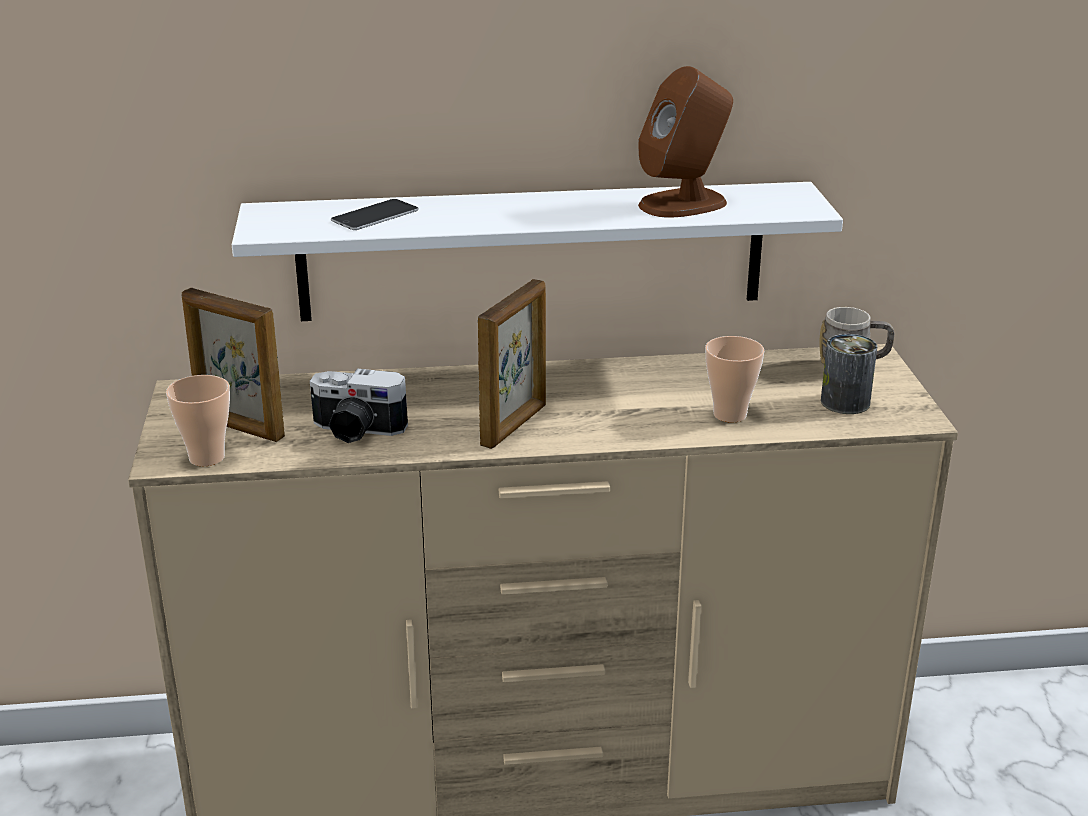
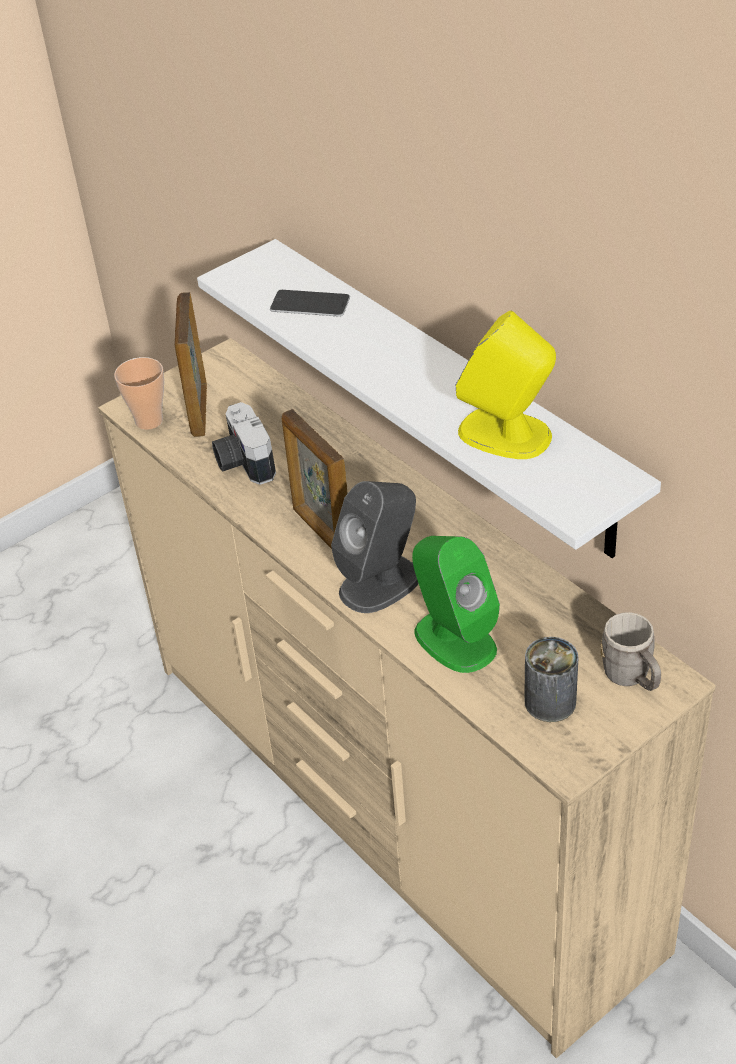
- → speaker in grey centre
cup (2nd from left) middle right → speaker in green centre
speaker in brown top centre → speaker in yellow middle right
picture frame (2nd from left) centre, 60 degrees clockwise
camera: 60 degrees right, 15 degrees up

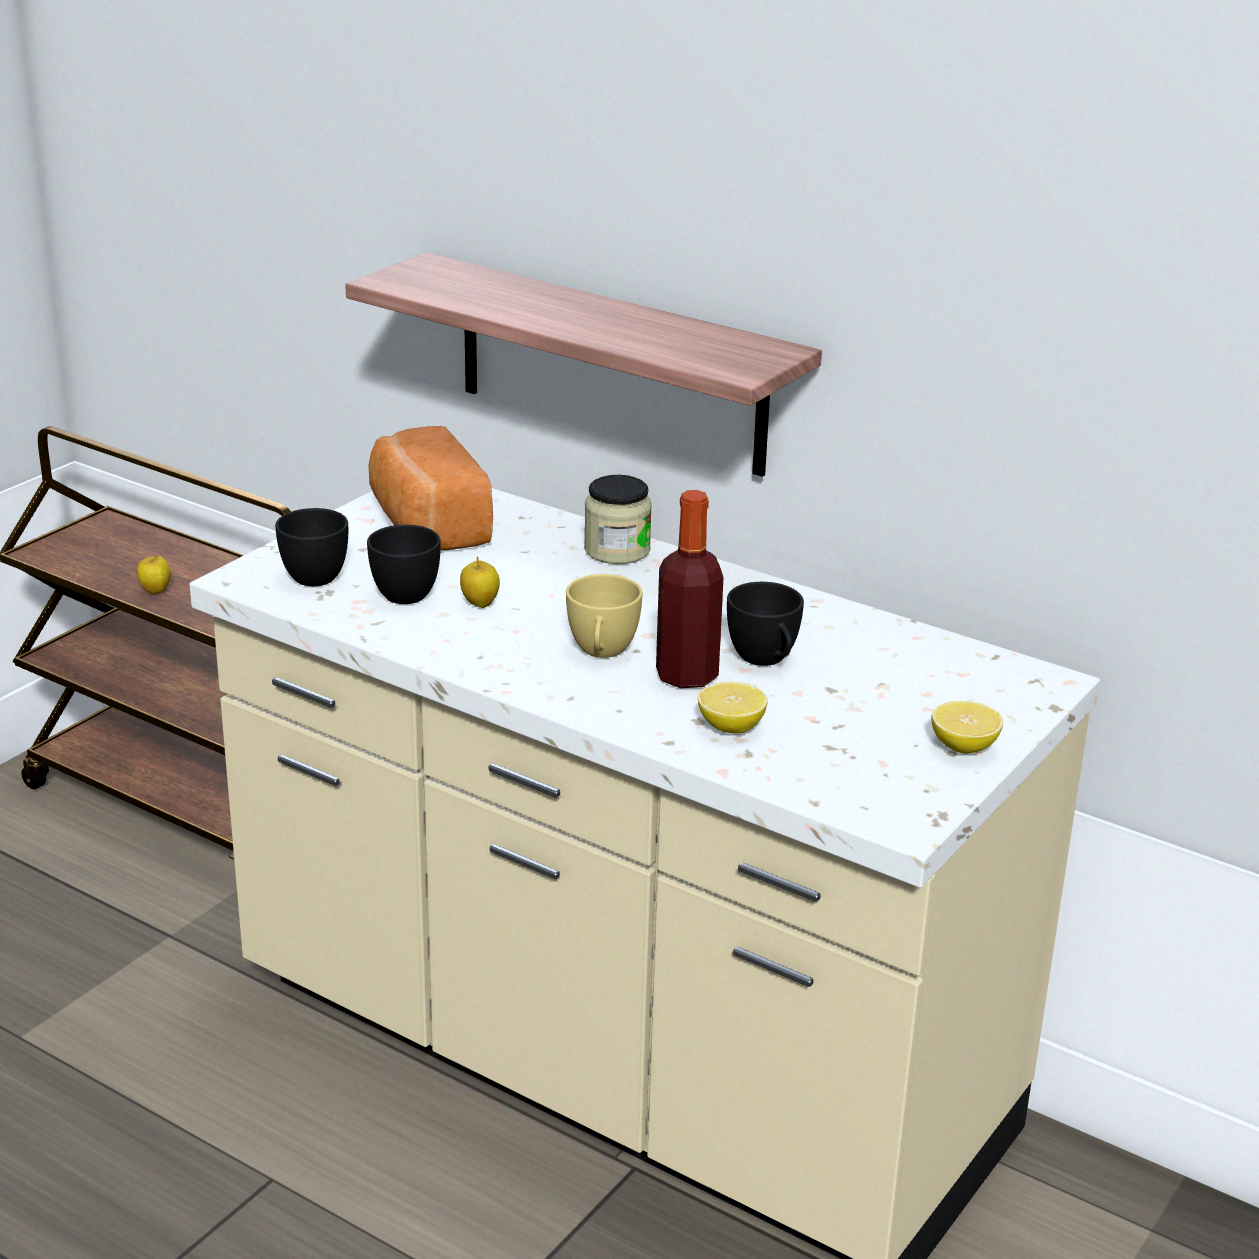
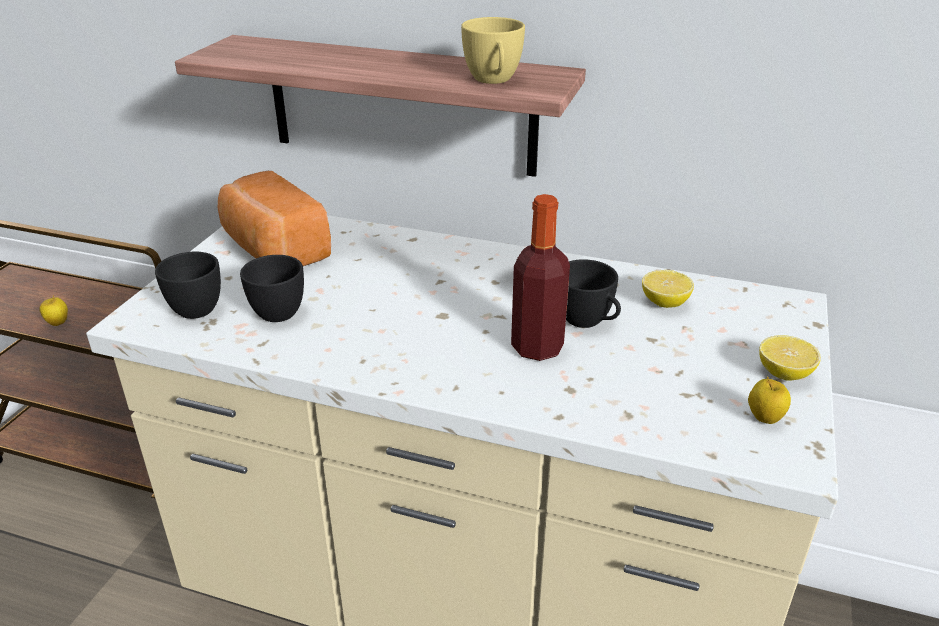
jar centre → -
apple (2nd from left) centre → apple (2nd from left) middle right, move
cup in yellow centre → cup in yellow top centre, move
lemon (1st from left) centre → lemon (1st from left) middle right, move
camera: 15 degrees left, 5 degrees up

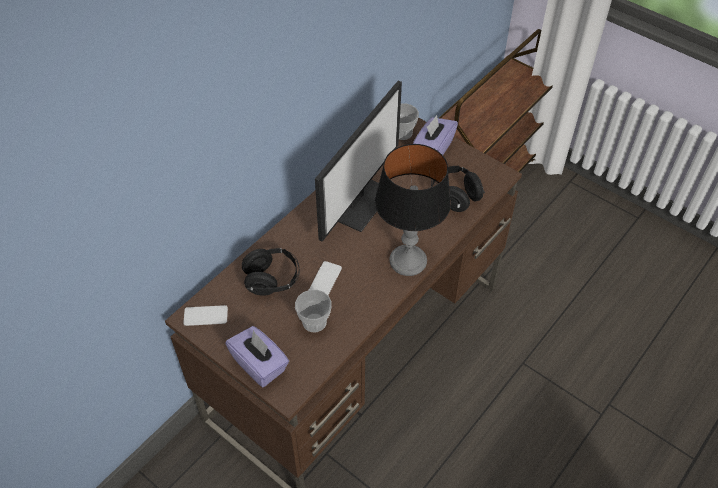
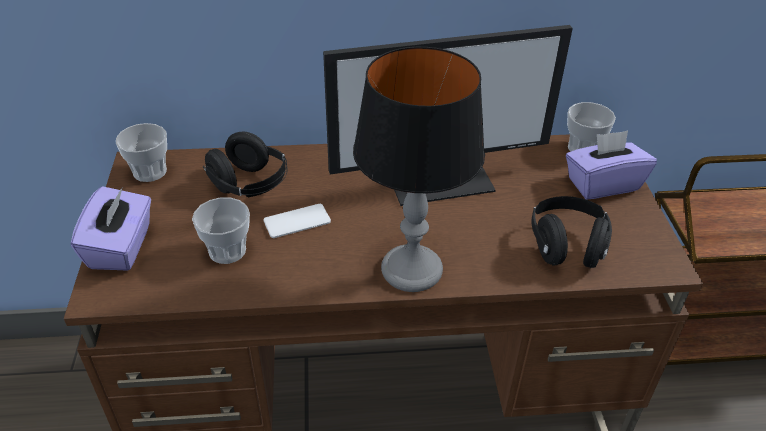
phone (1st from left) middle left → cup (1st from left) middle left
camera: 45 degrees right, 10 degrees down

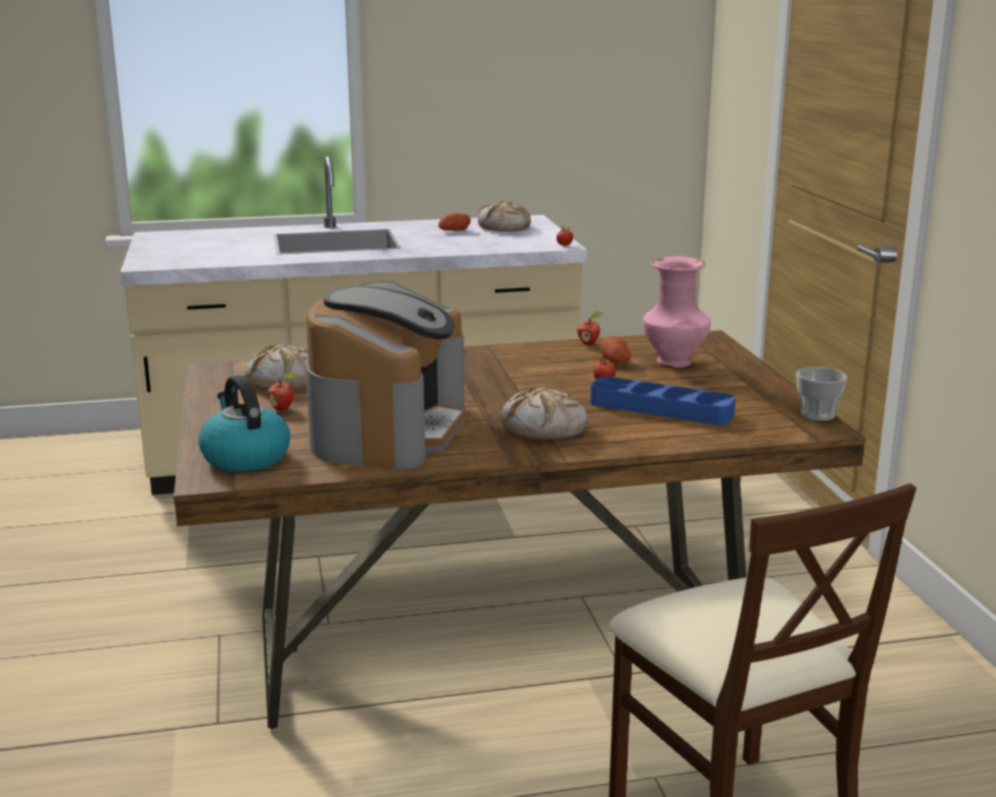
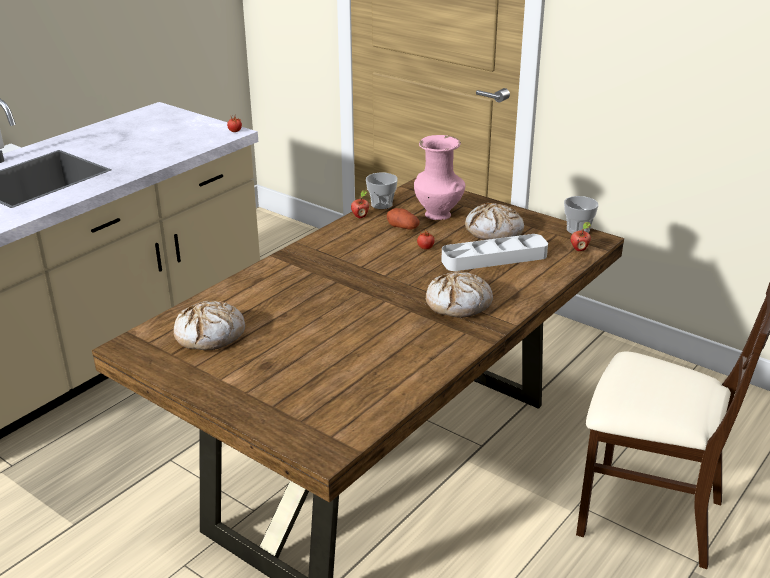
kettle middle left → -
coffee machine centre → -
potato (1st from left) top centre → -
- → cup (1st from left) top centre
apple (1st from left in the first image) middle left → apple (2nd from left) middle right, move
bread (2nd from left in the first image) top centre → bread (3rd from left) centre, move
tray in blue centre → tray in grey centre
camera: 40 degrees left, 10 degrees up

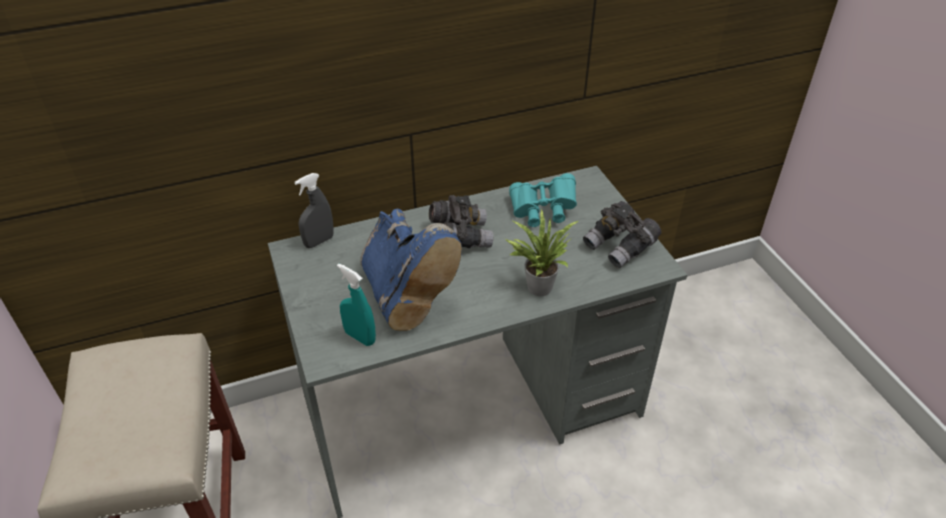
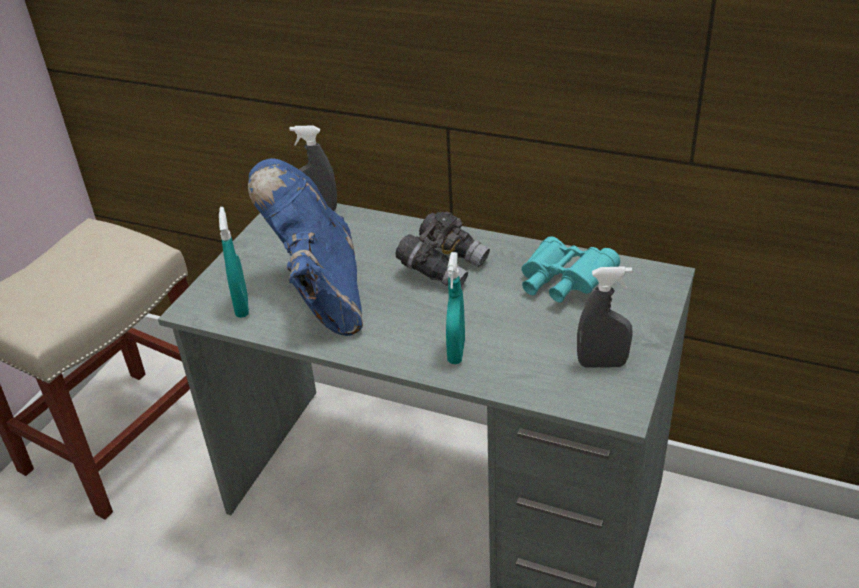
potted plant centre → spray bottle in turquoise (2nd from left) centre
binoculars in grey (2nd from left) centre → spray bottle in grey (2nd from left) middle right
boot in blue centre, 150 degrees clockwise
camera: 45 degrees right, 5 degrees down

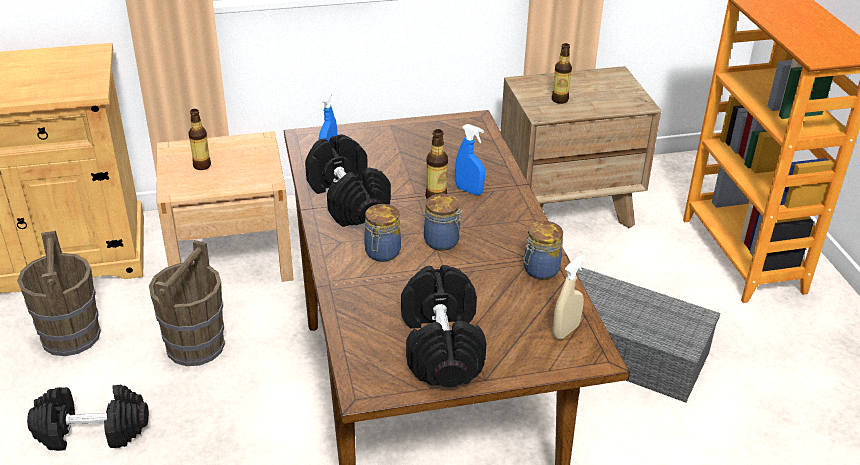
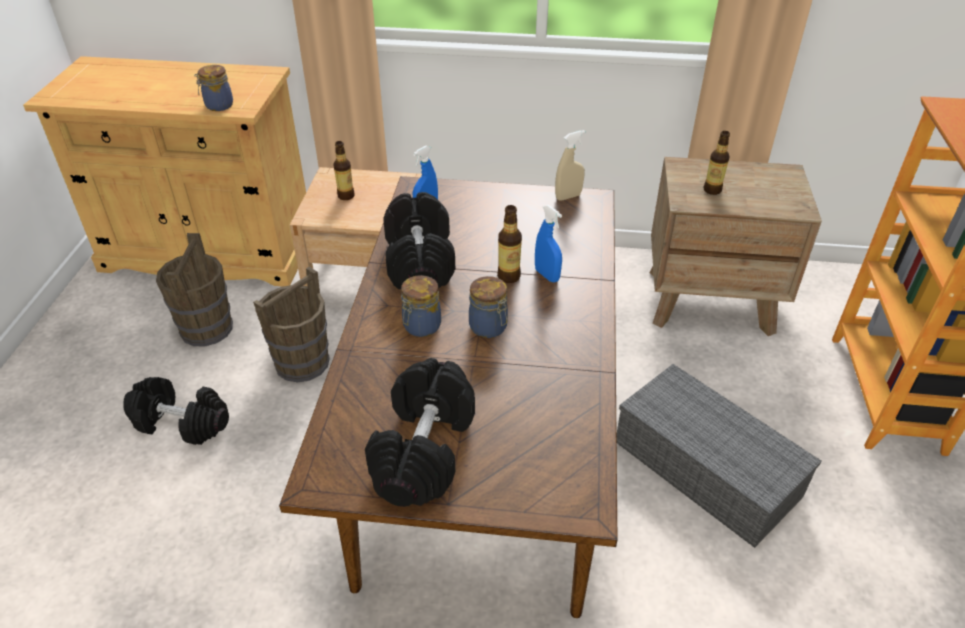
jar (3rd from left in the first image) centre → jar (1st from left) top left, move
spray bottle in beige centre → spray bottle in beige top centre, move
camera: 20 degrees right, 5 degrees up

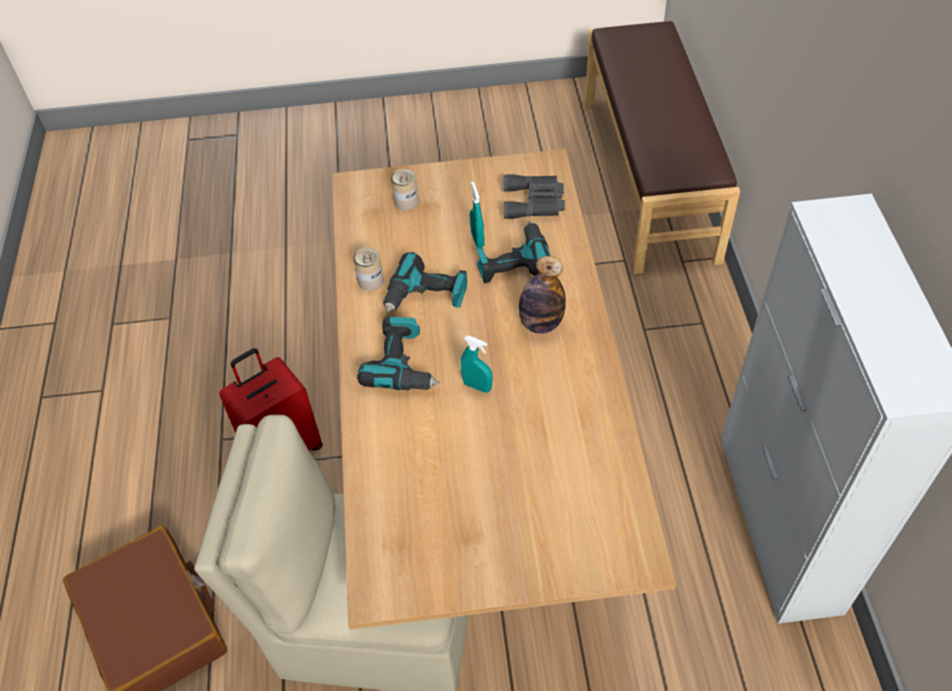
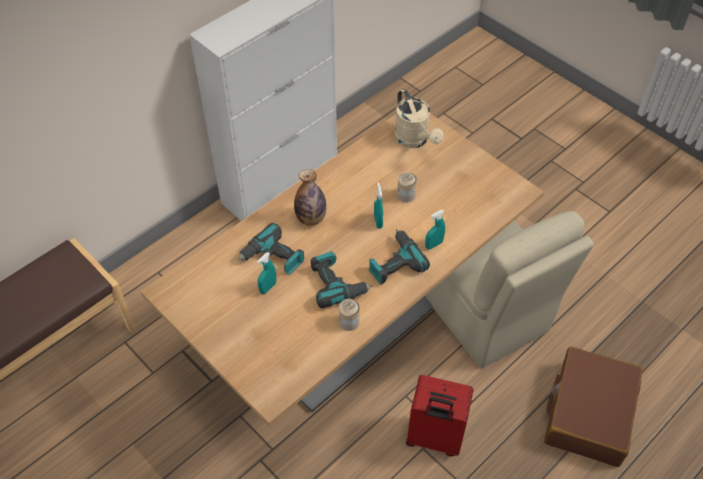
binoculars in grey top centre → -
- → watering can in beige top centre
- → spray bottle in turquoise (3rd from left) centre
can (2nd from left) top centre → can (2nd from left) centre, move
camera: 130 degrees left, 0 degrees up

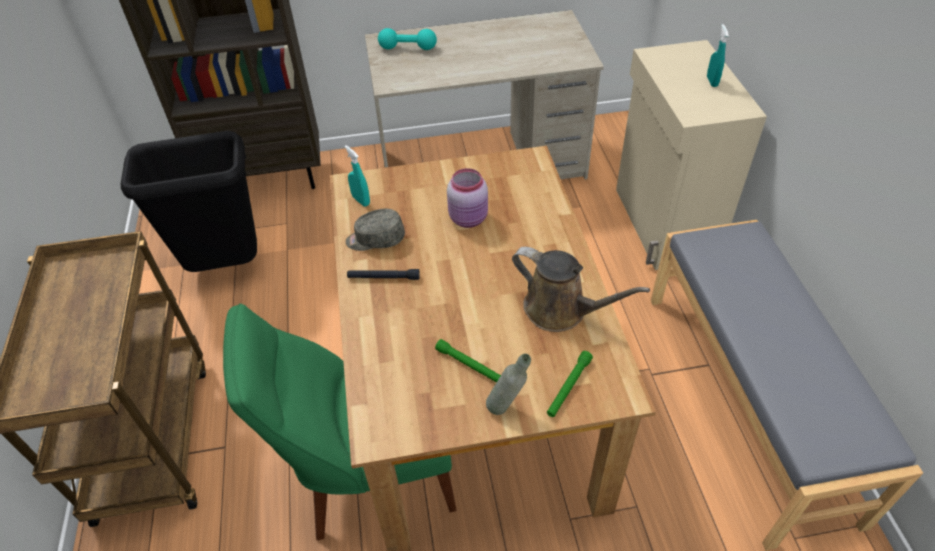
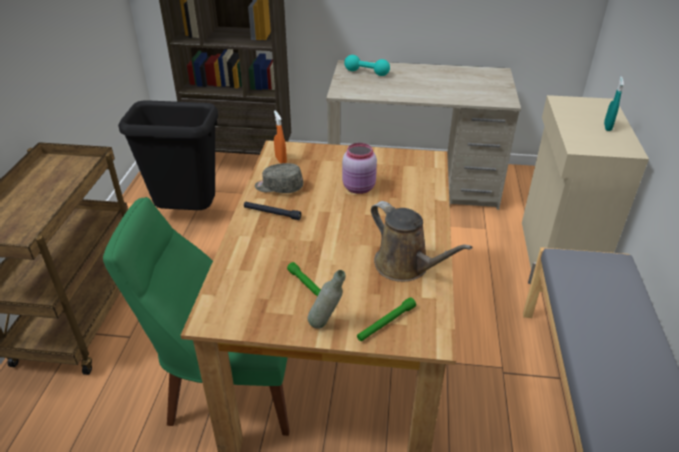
spray bottle in turquoise (1st from left) top centre → spray bottle in orange top centre
camera: 15 degrees right, 10 degrees down

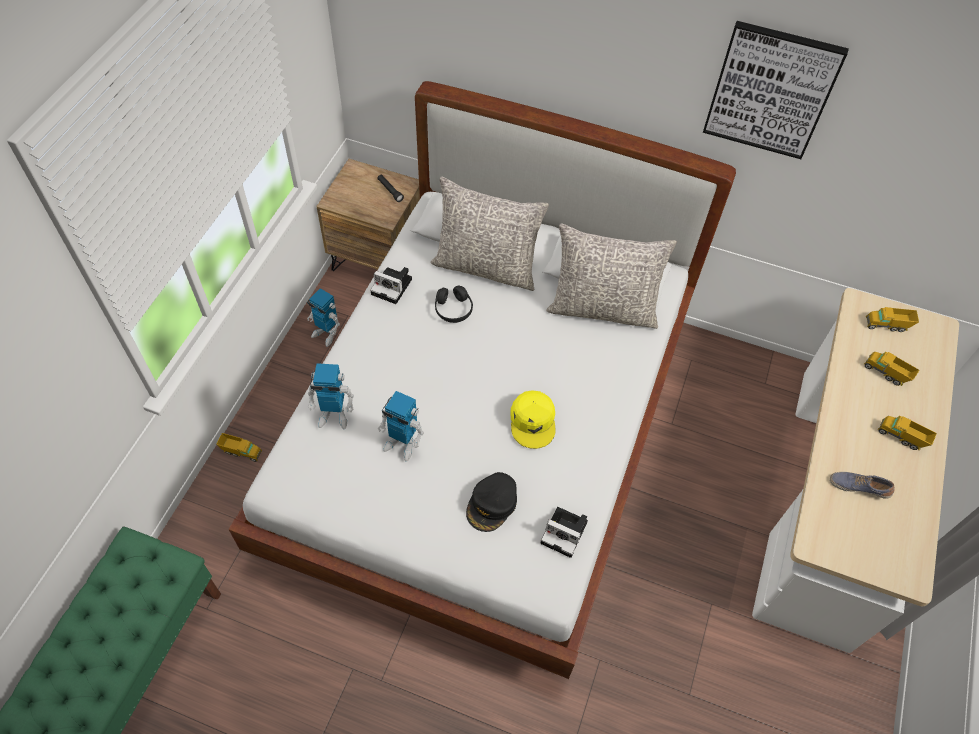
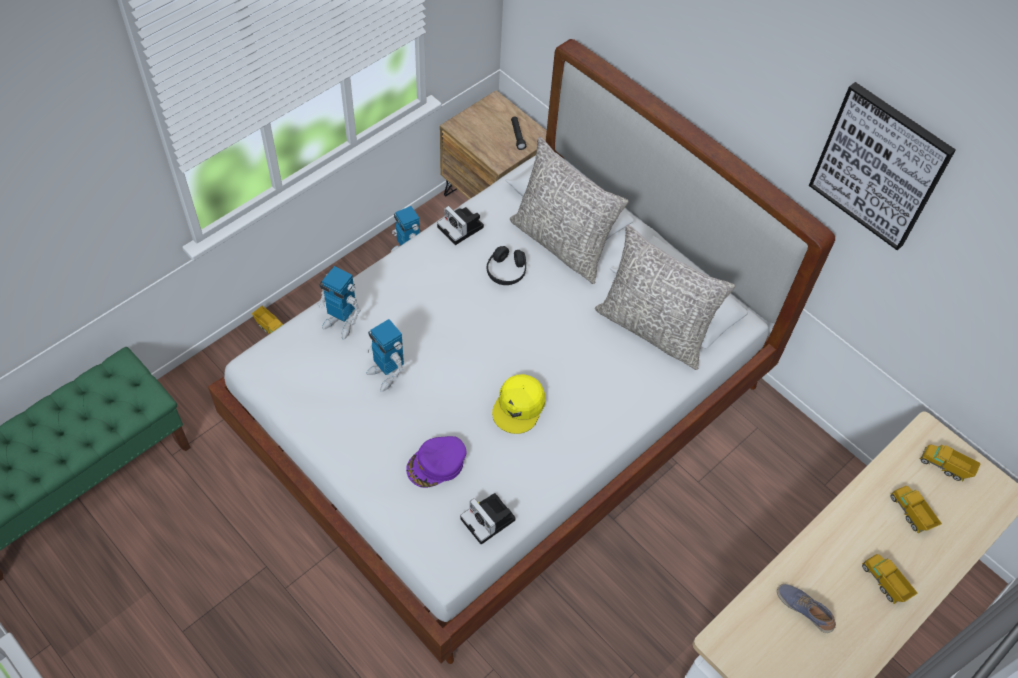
cap in black bottom centre → cap in purple bottom centre
camera: 25 degrees right, 0 degrees up

